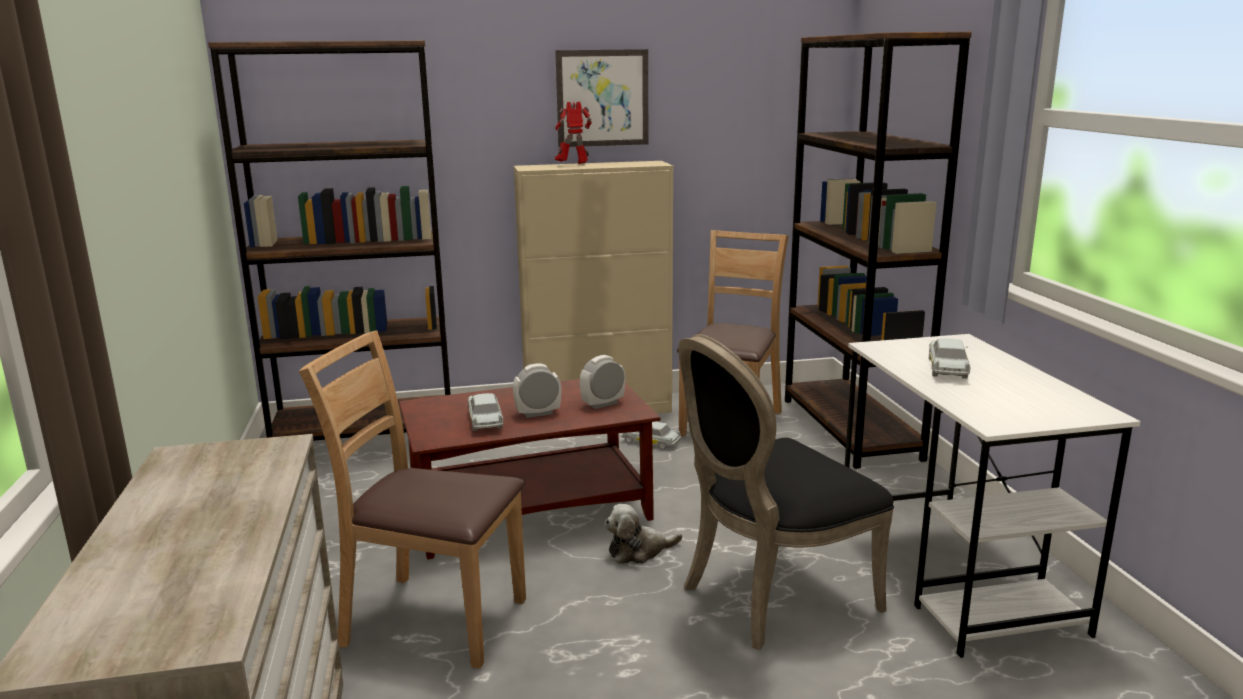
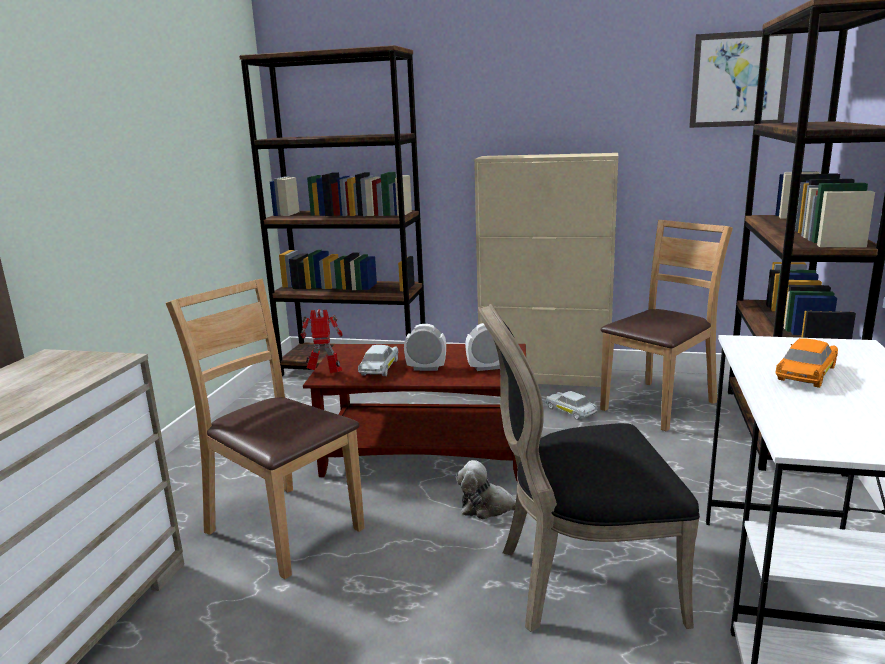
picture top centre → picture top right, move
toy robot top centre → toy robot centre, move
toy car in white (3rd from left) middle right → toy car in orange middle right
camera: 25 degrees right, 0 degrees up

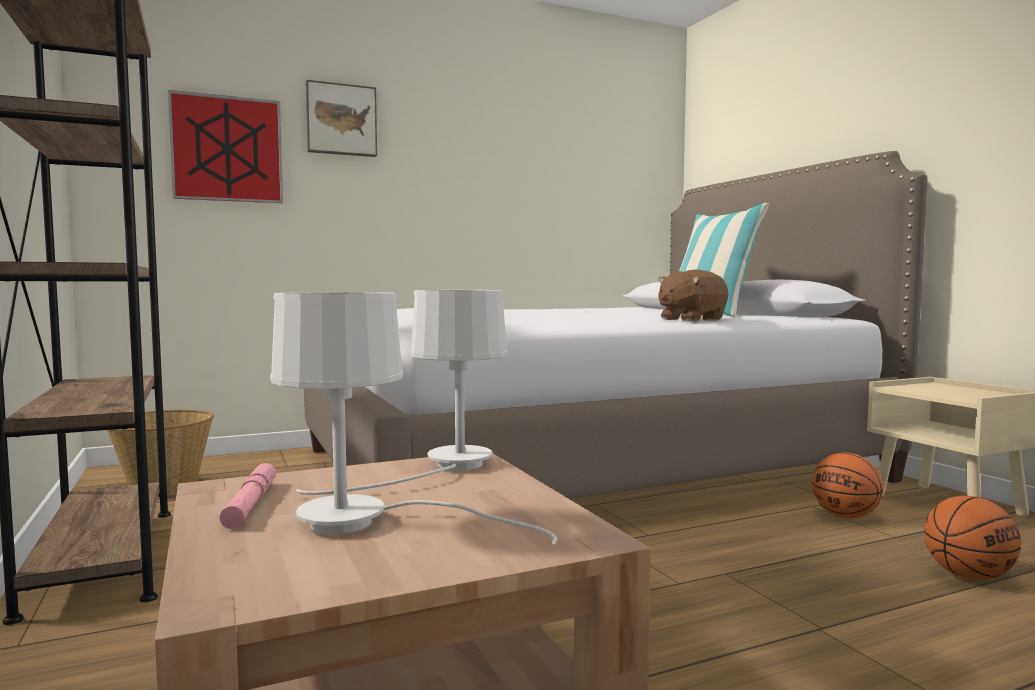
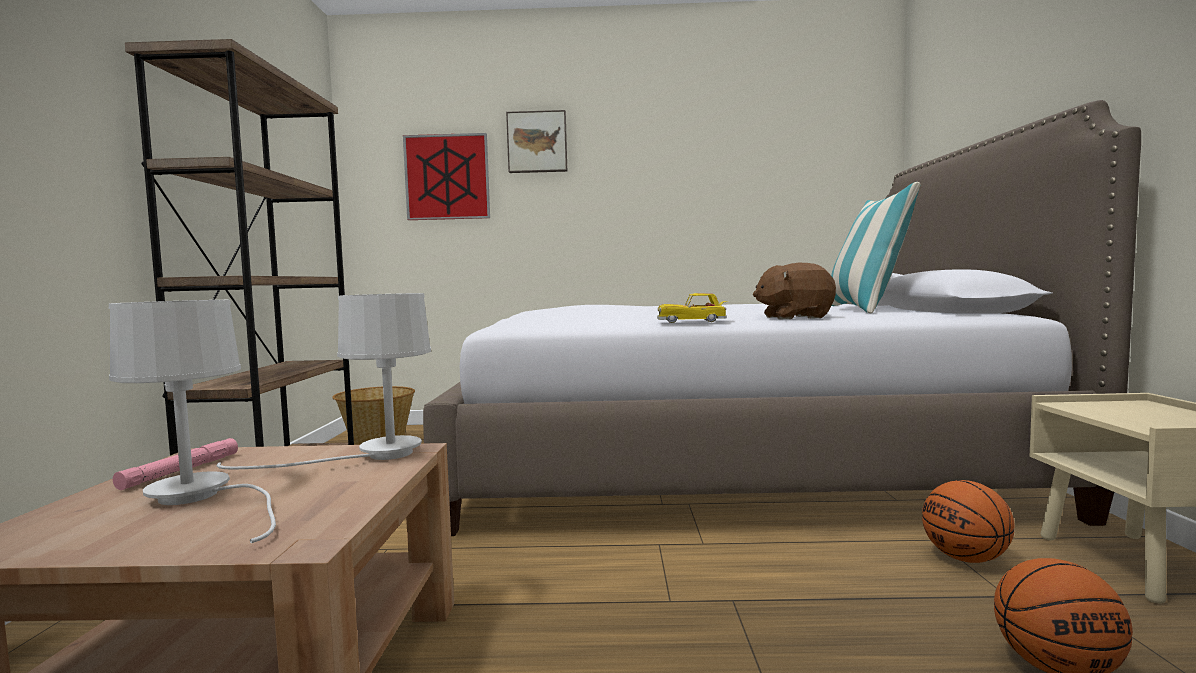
- → toy car centre
camera: 25 degrees right, 0 degrees up

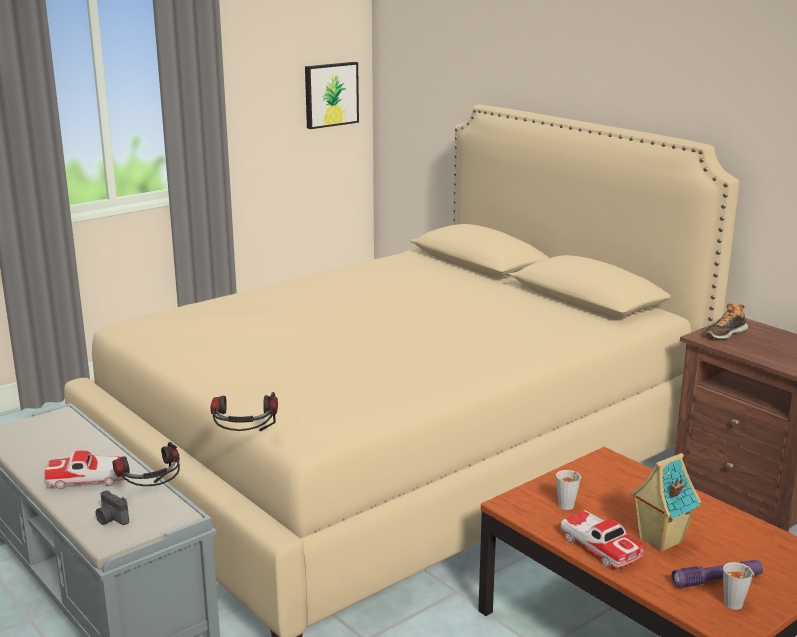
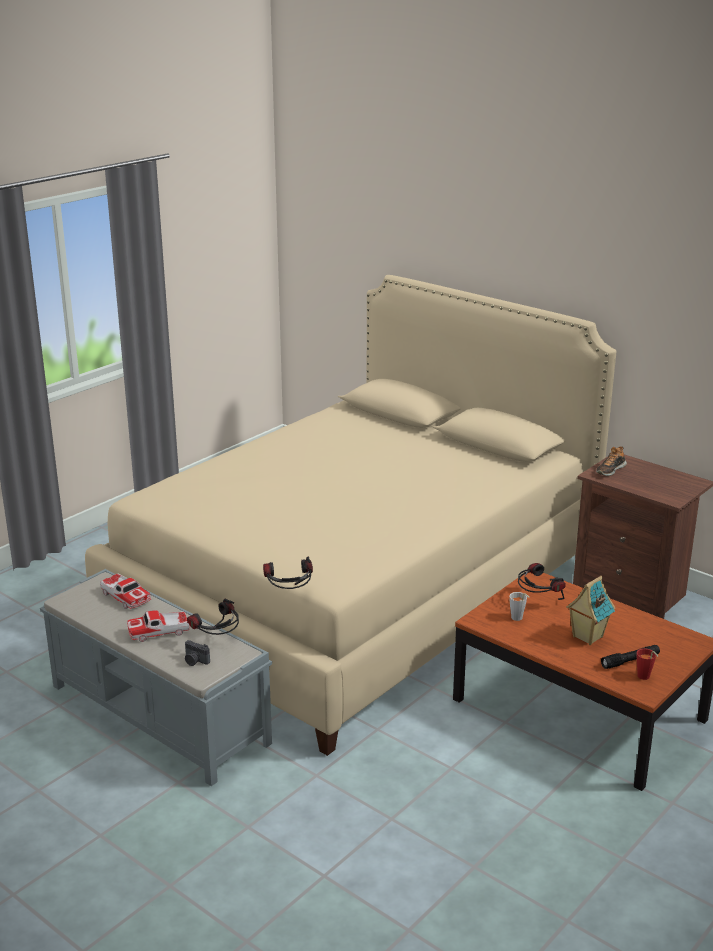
picture top centre → -
- → headphones (3rd from left) middle right
toy car (2nd from left in the first image) bottom right → toy car (1st from left) middle left, move
flashlight in purple bottom right → flashlight in black bottom right
cup in grey (2nd from left) bottom right → cup in red bottom right
camera: 10 degrees left, 5 degrees up

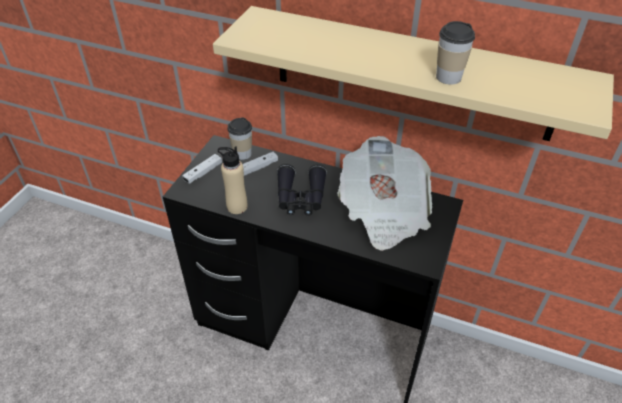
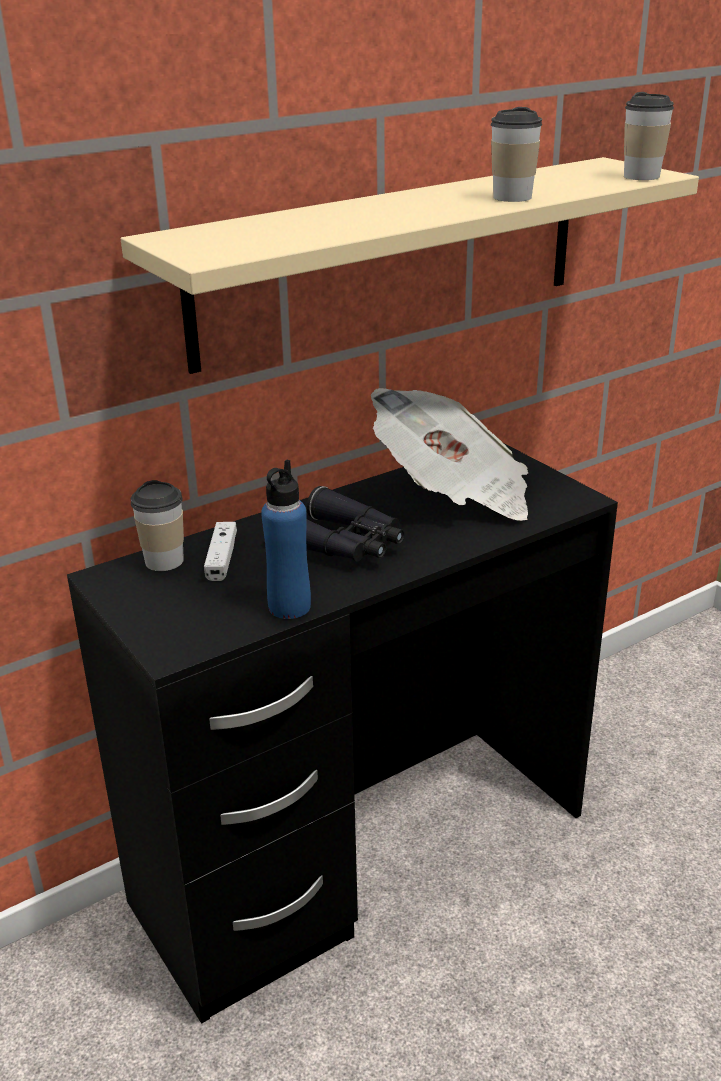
game controller in white (1st from left) middle left → -
- → cup (3rd from left) top right
bottle in beige centre → bottle in blue centre
camera: 55 degrees left, 15 degrees down

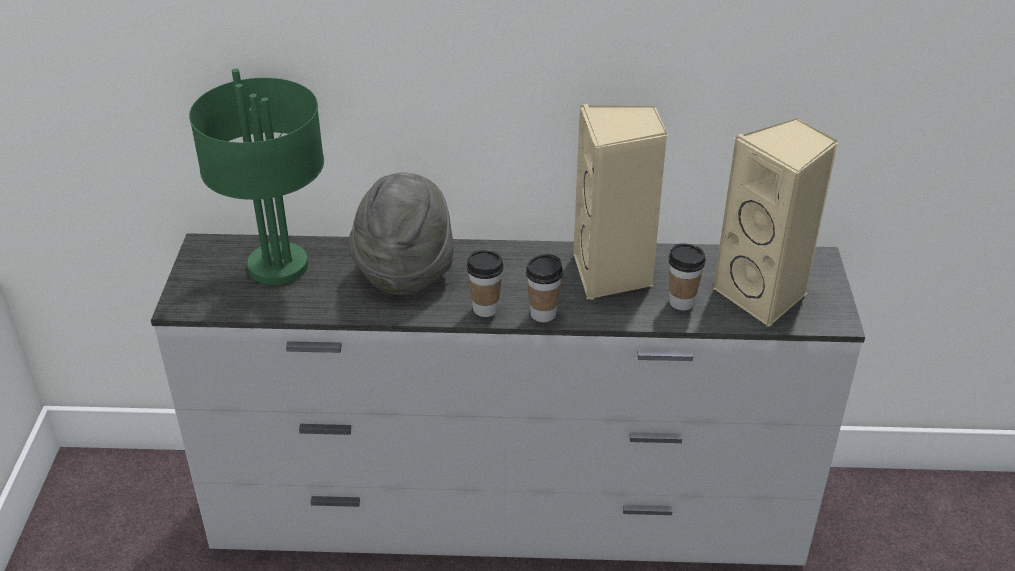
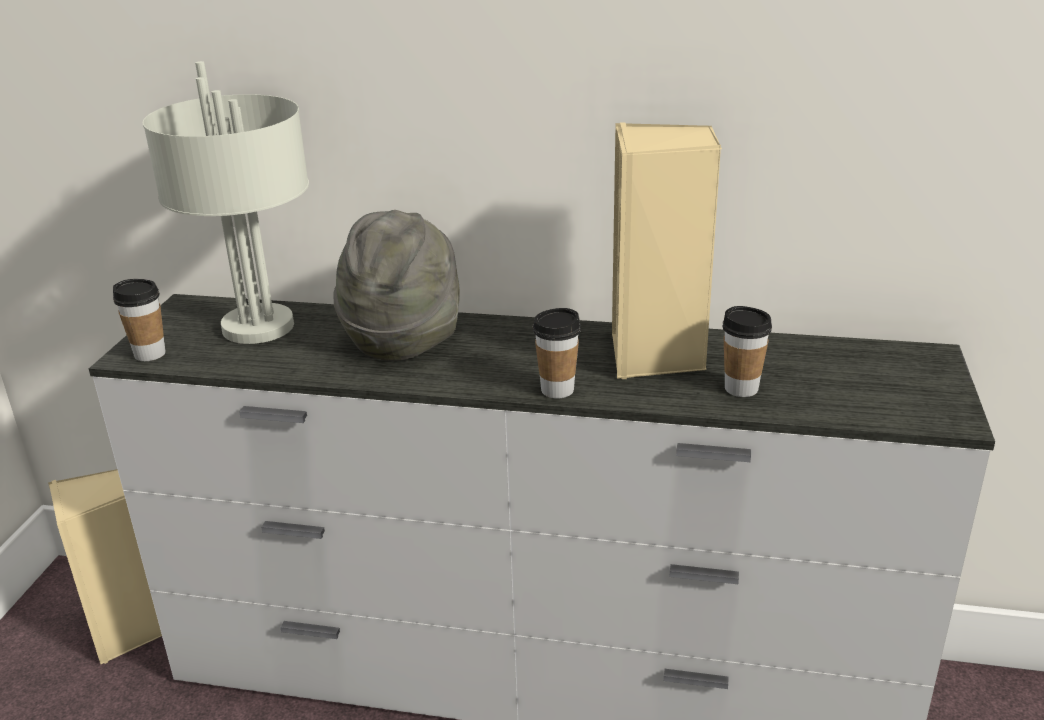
cup (1st from left) centre → cup (1st from left) middle left, move
speaker in beige (2nd from left in the first image) middle right → speaker in beige (1st from left) bottom left, move
table lamp in green top left → table lamp in grey top left
camera: 10 degrees right, 10 degrees down

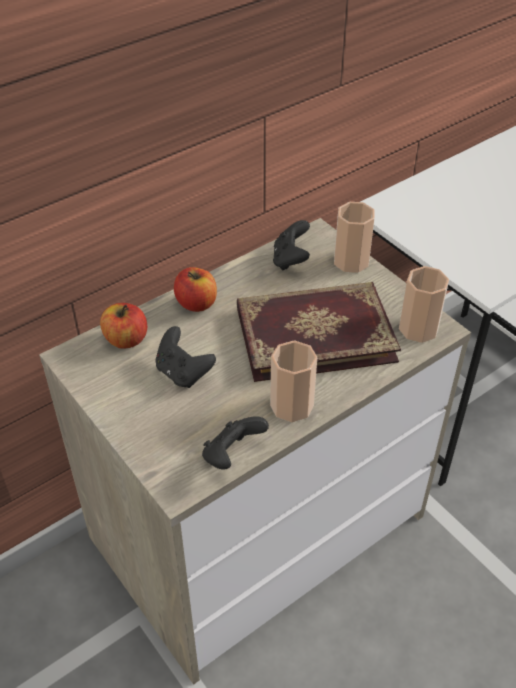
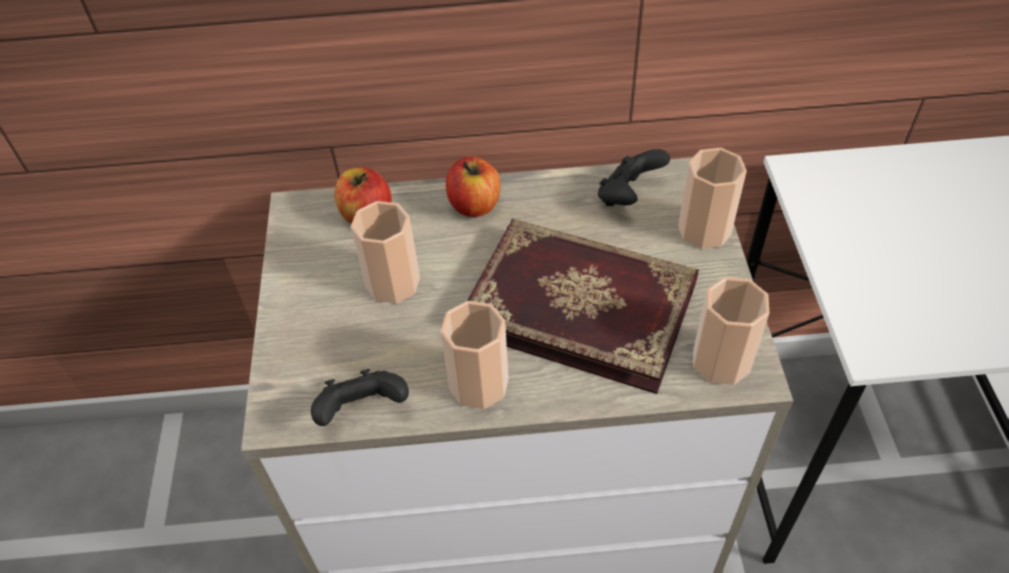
game controller in black (1st from left) centre → cup (1st from left) centre
camera: 35 degrees right, 5 degrees up

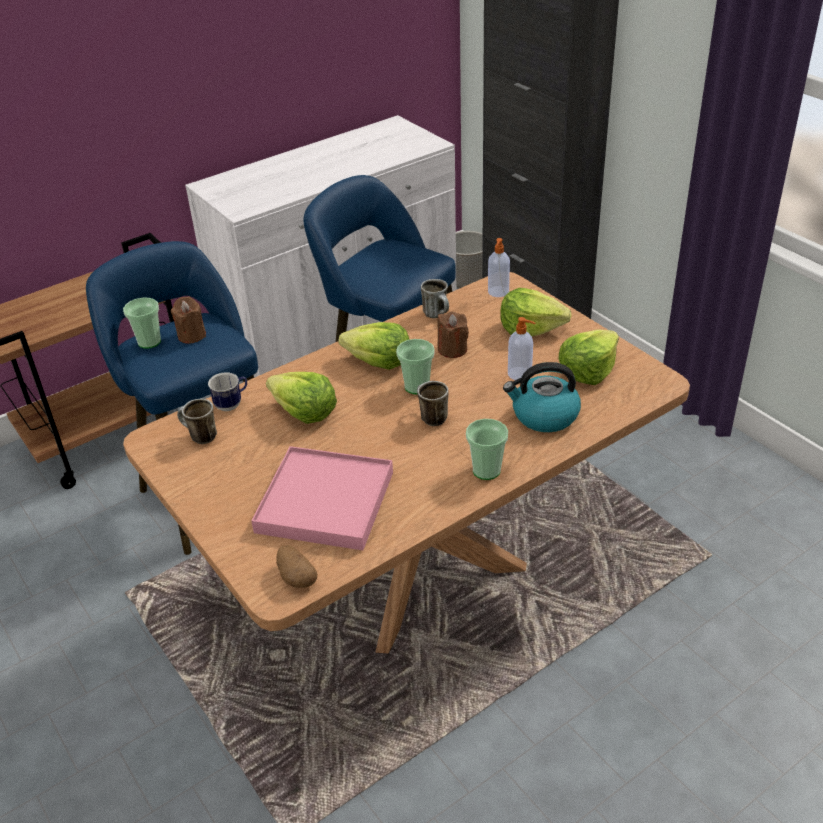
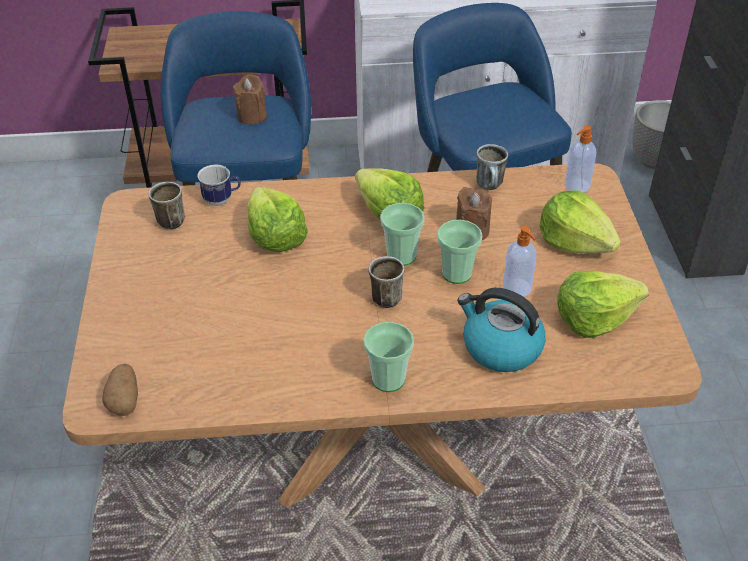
tray in pink centre → -
cup (1st from left in the first image) middle left → cup (3rd from left) centre, move
camera: 30 degrees right, 5 degrees up

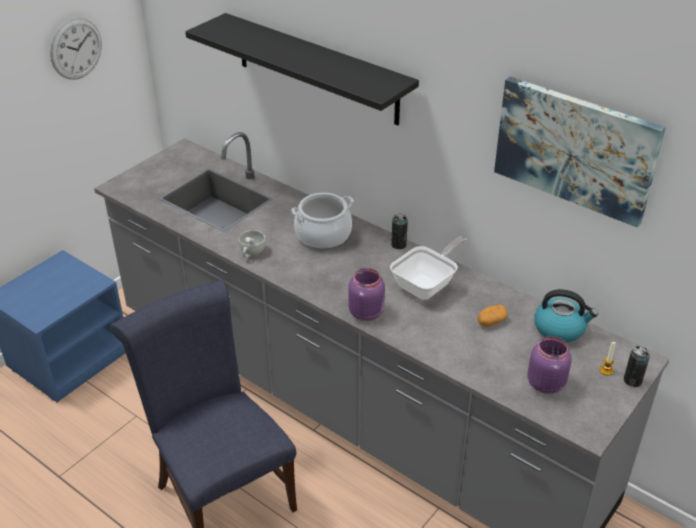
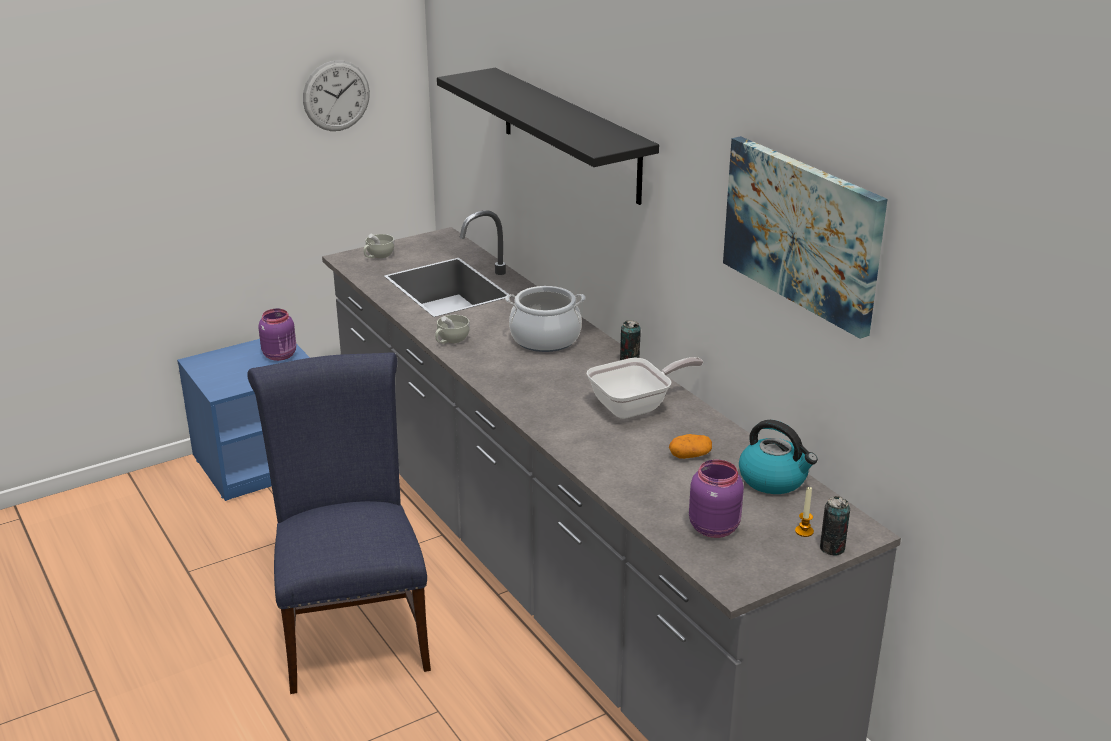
- → cup in white (1st from left) top centre
jar in purple (1st from left) centre → jar in purple (1st from left) middle left, move
camera: 20 degrees right, 10 degrees down

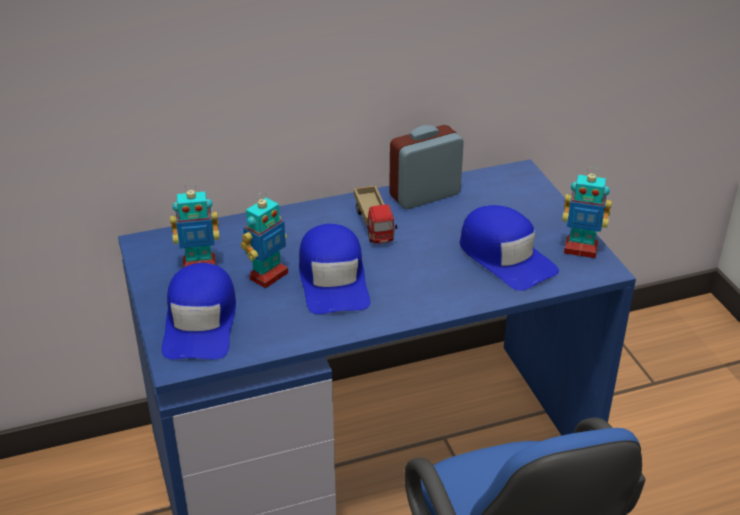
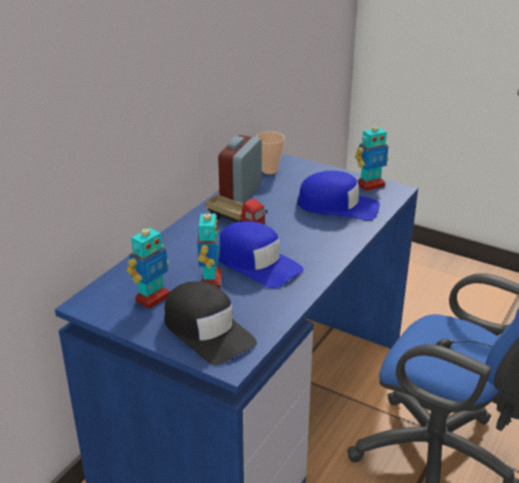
- → cup top centre
cap in blue (1st from left) middle left → cap in black bottom centre
camera: 40 degrees left, 5 degrees down

